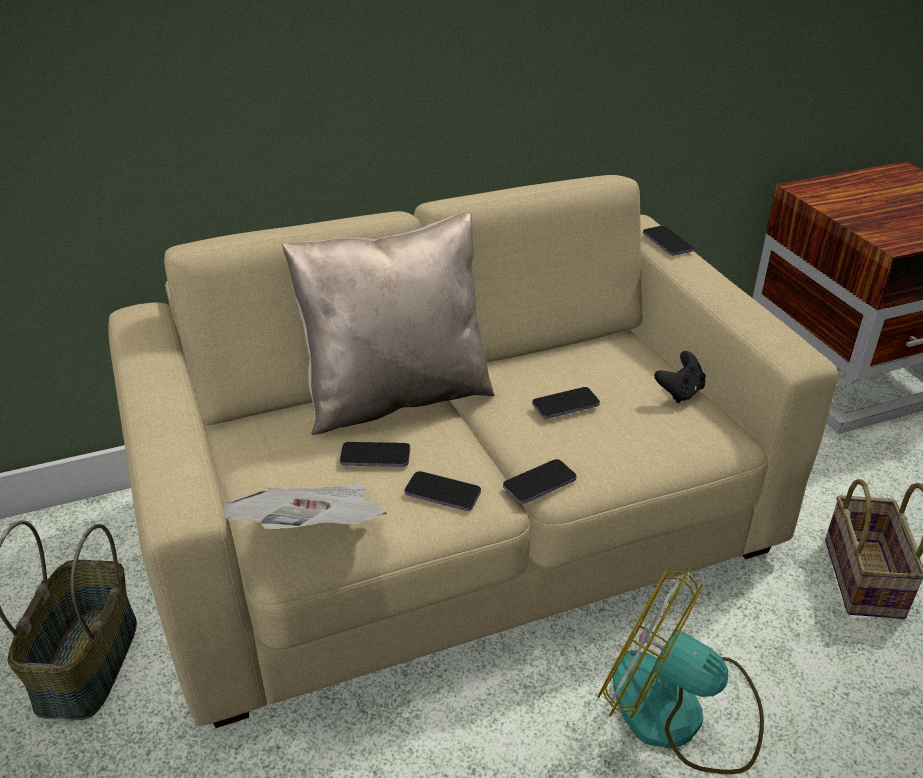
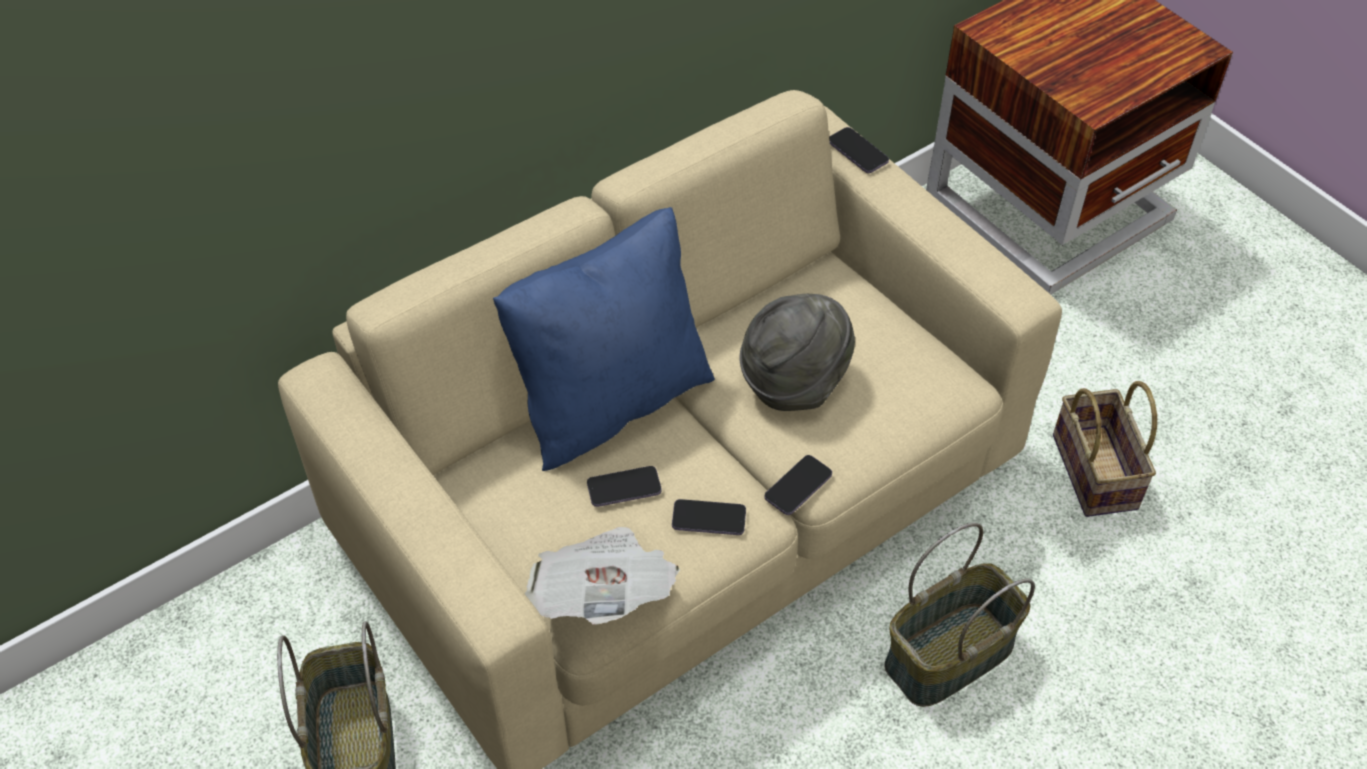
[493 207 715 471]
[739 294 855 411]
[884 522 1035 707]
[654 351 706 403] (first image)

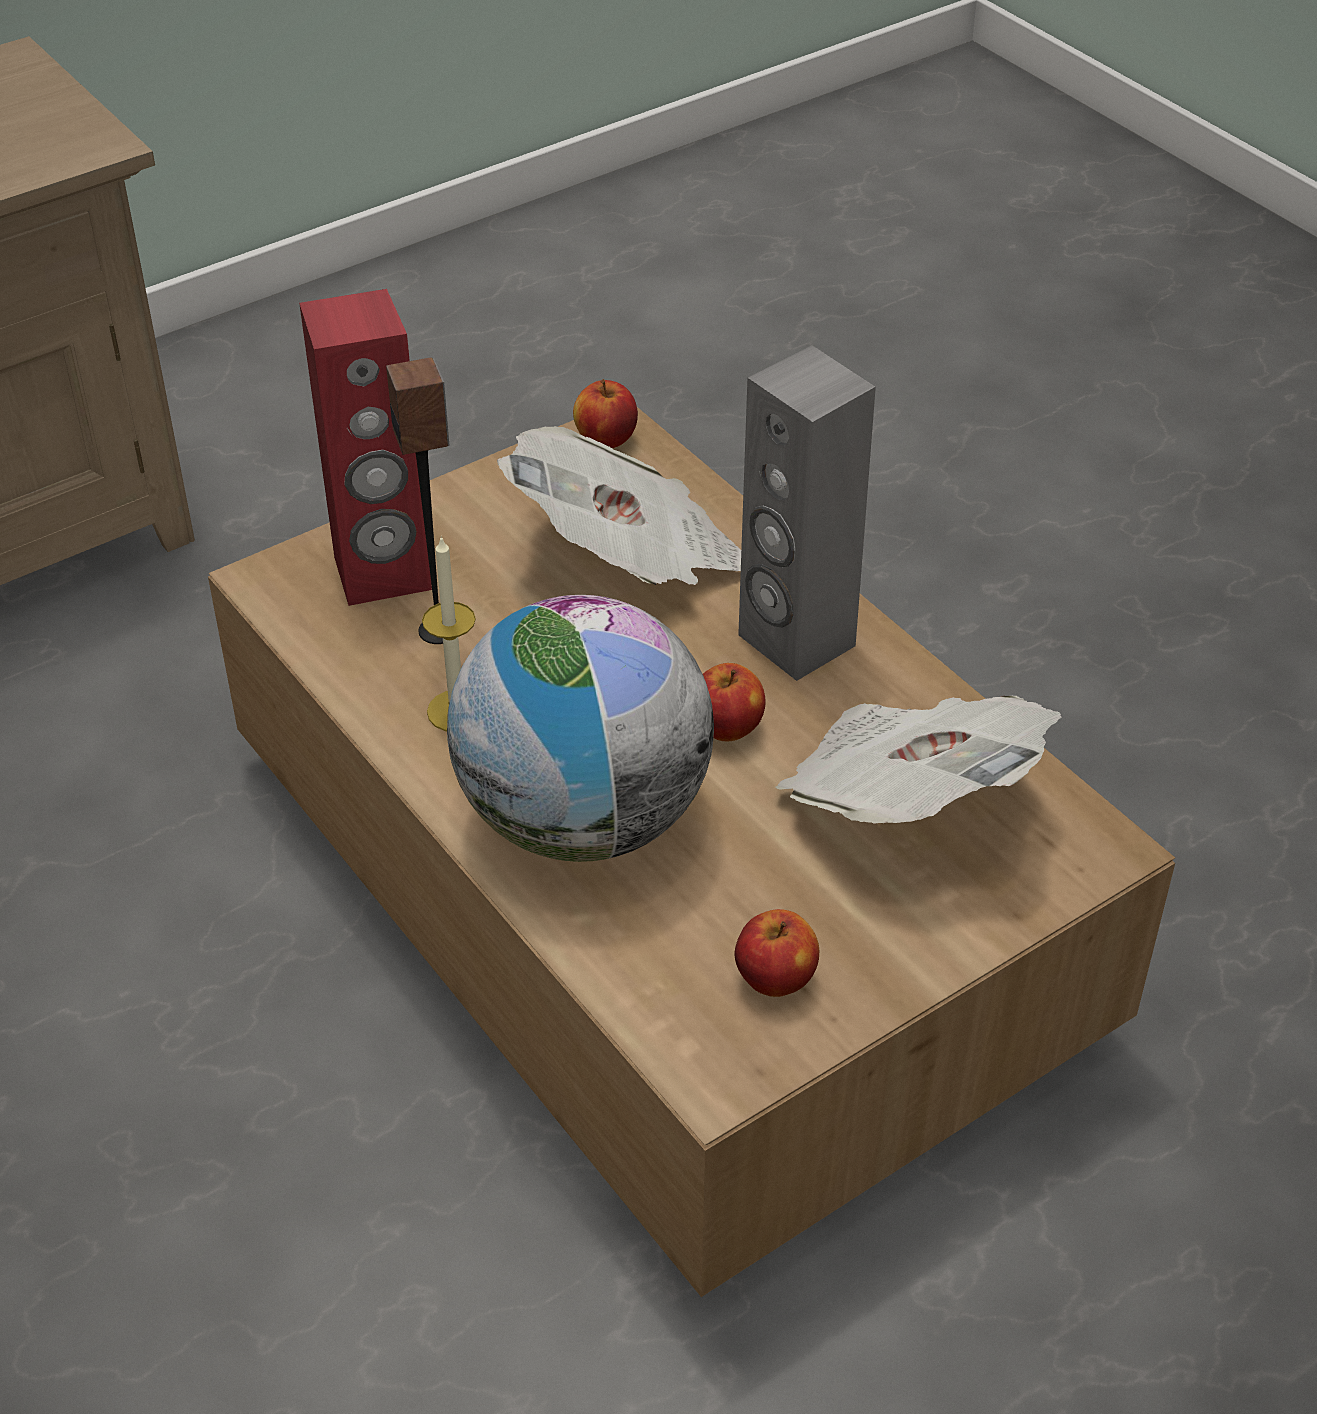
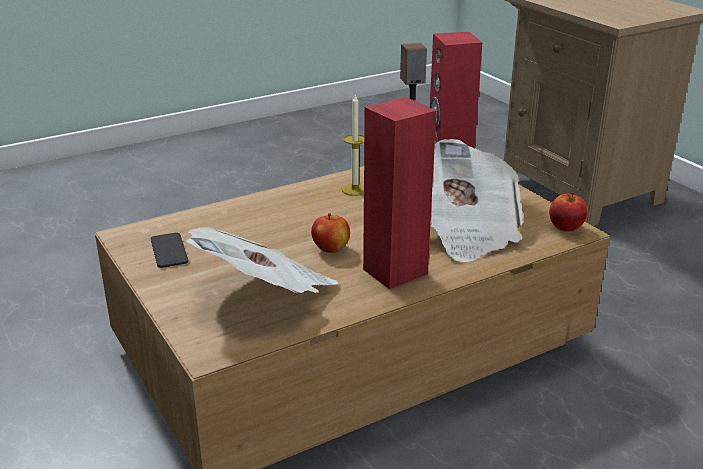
[447 595 714 862] (first image)
[151 233 188 268]
[363 97 436 289]

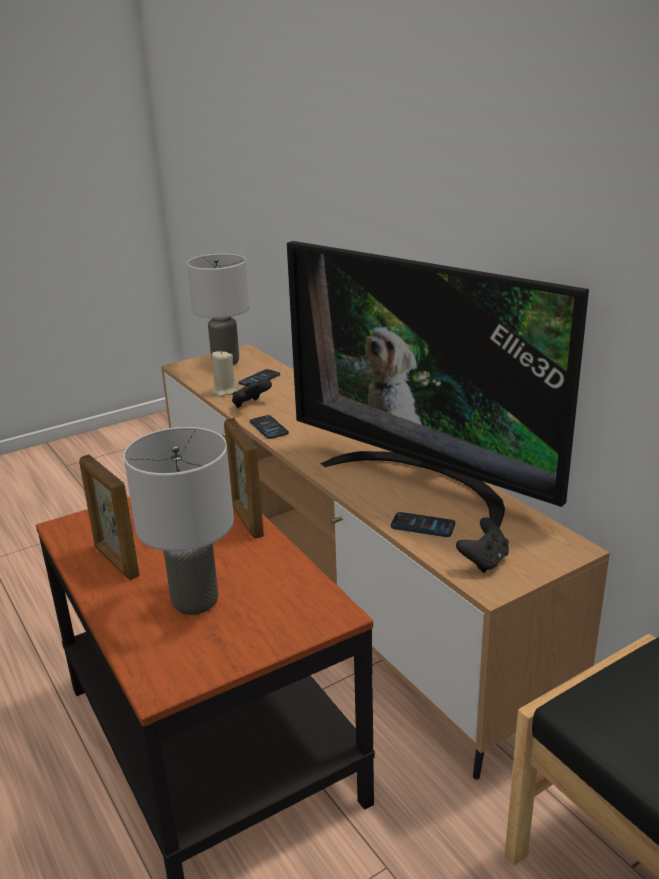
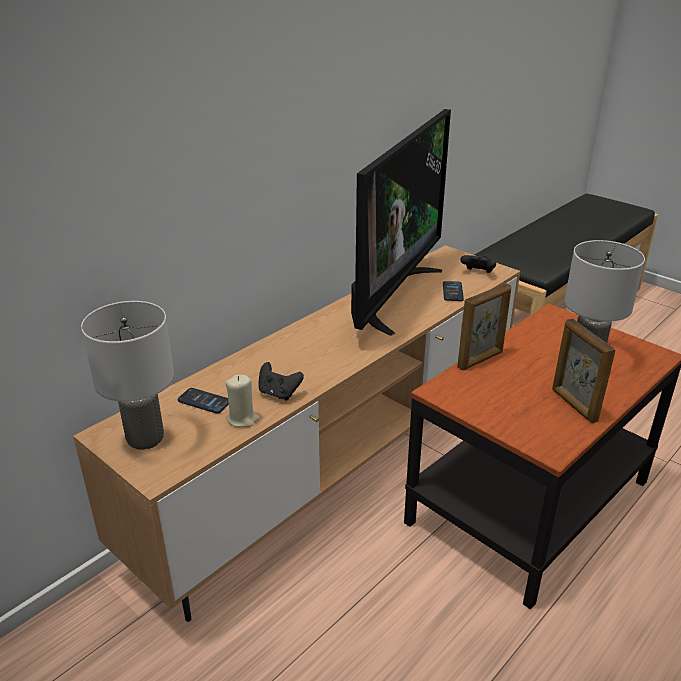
[552 319 616 423]
[250 415 289 439] (first image)

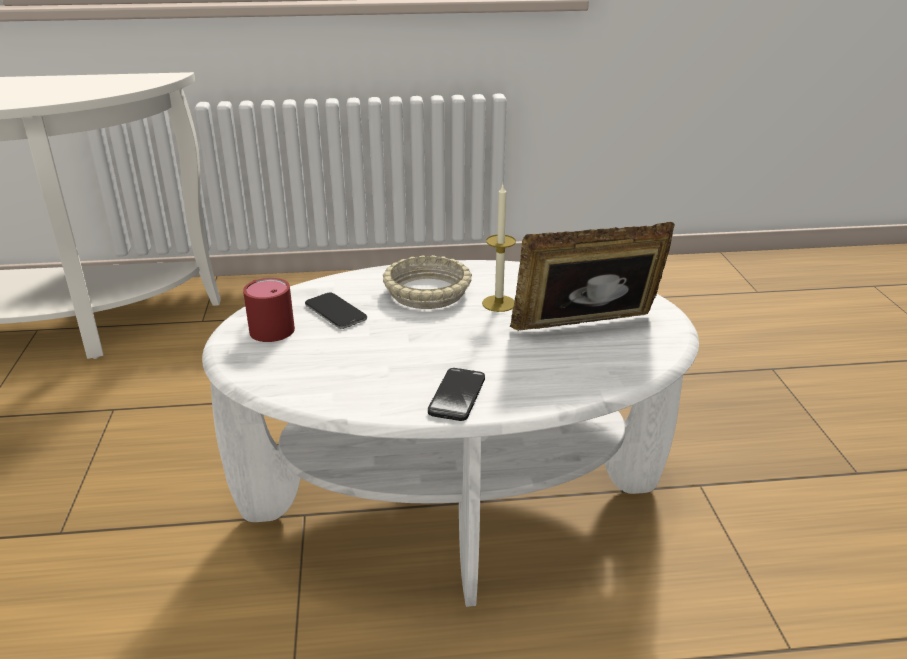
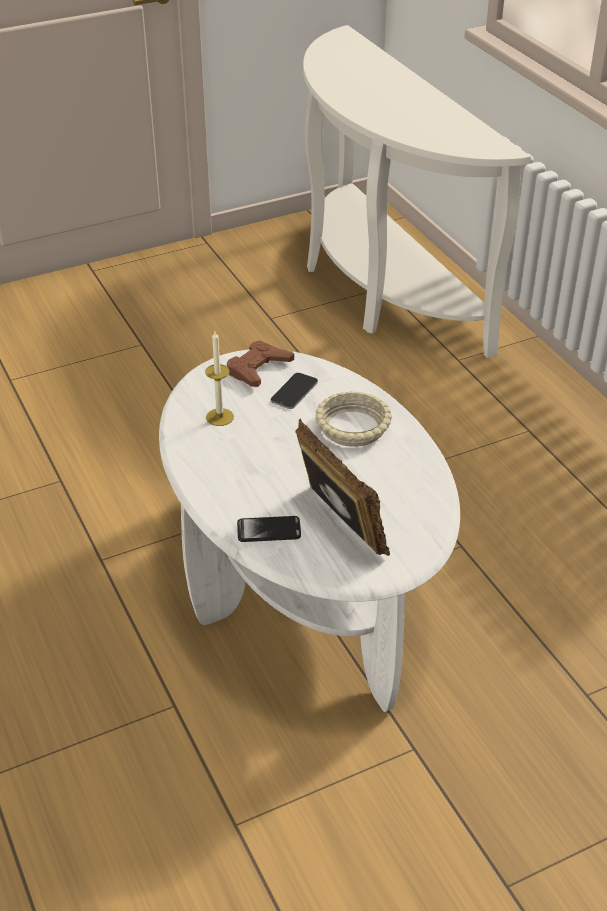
[227 340 294 387]
[237 516 301 542]
[205 331 234 426]

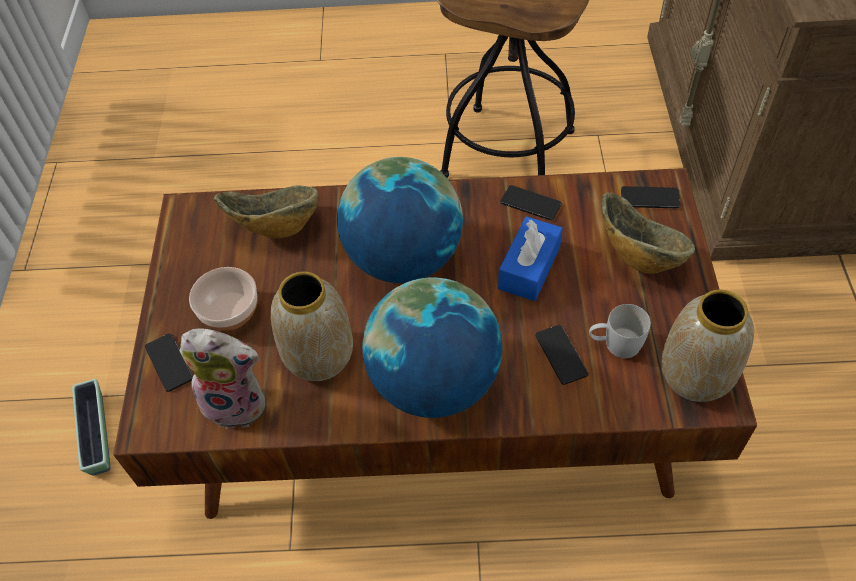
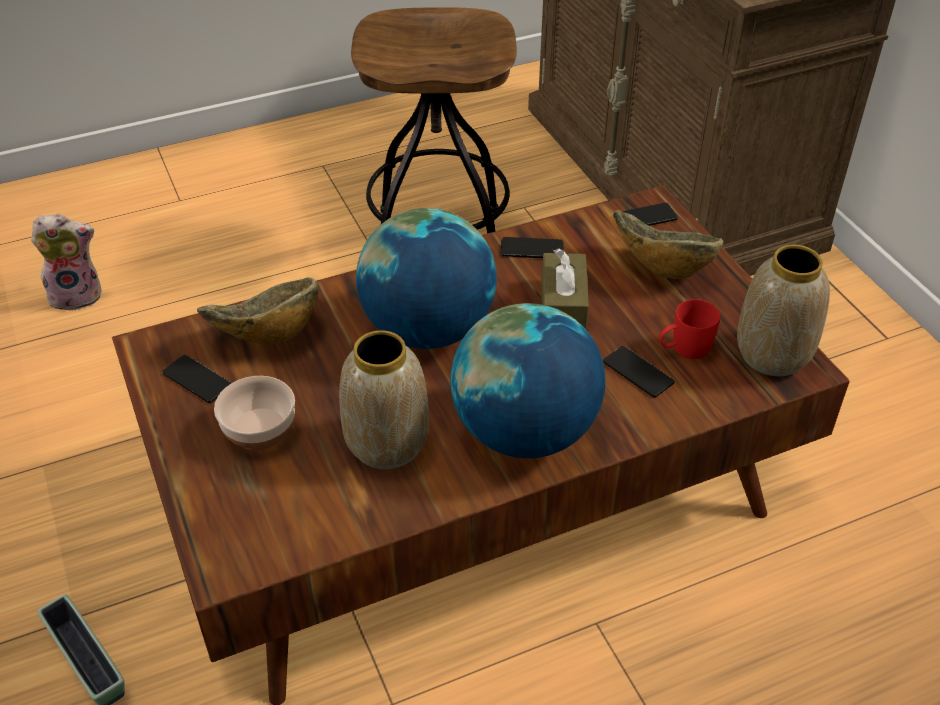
[162 355 231 403]
[31 213 102 311]
[542 248 589 329]
[659 299 720 359]

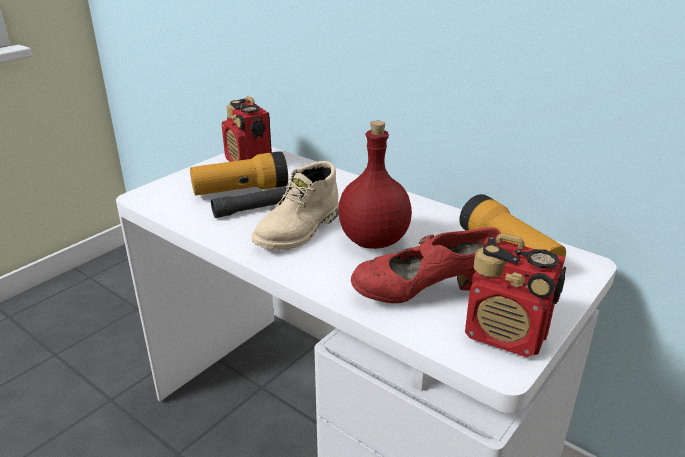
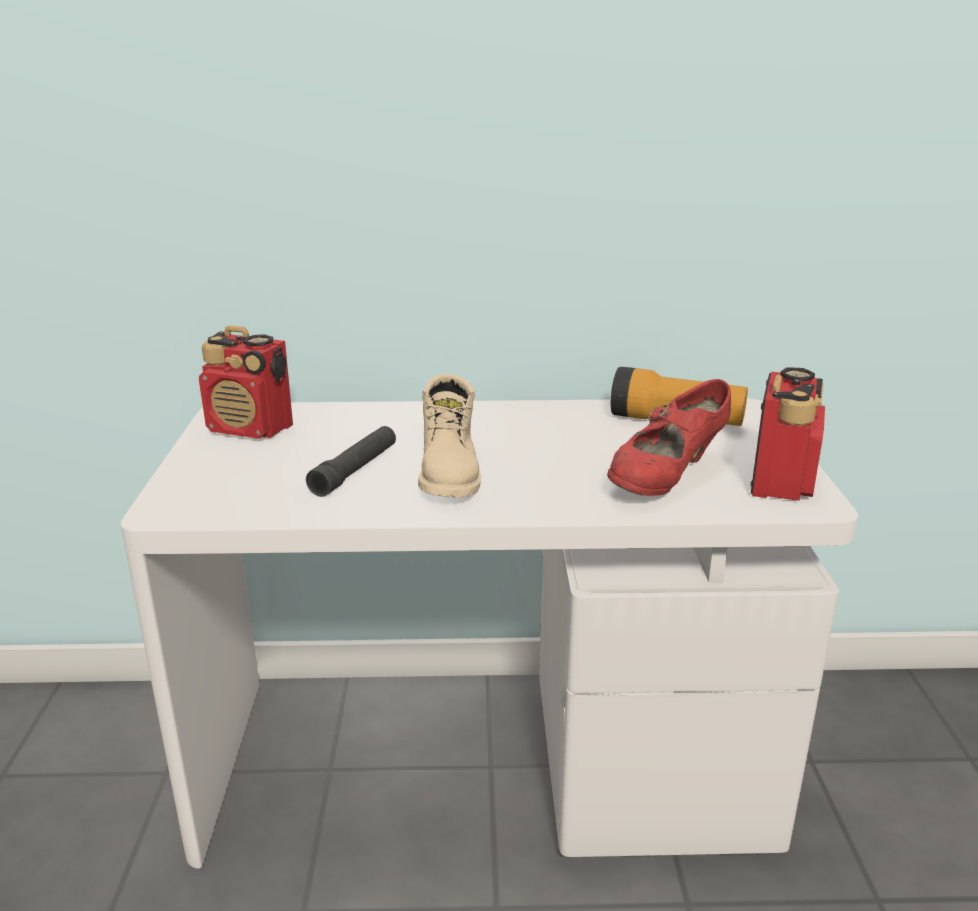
[190 151 288 195] (first image)
[338 120 412 249] (first image)
[750 367 825 501]

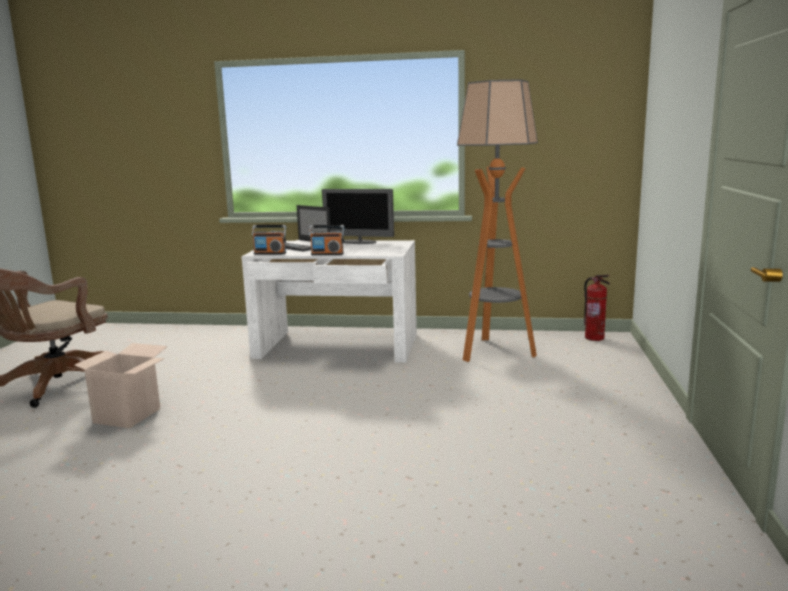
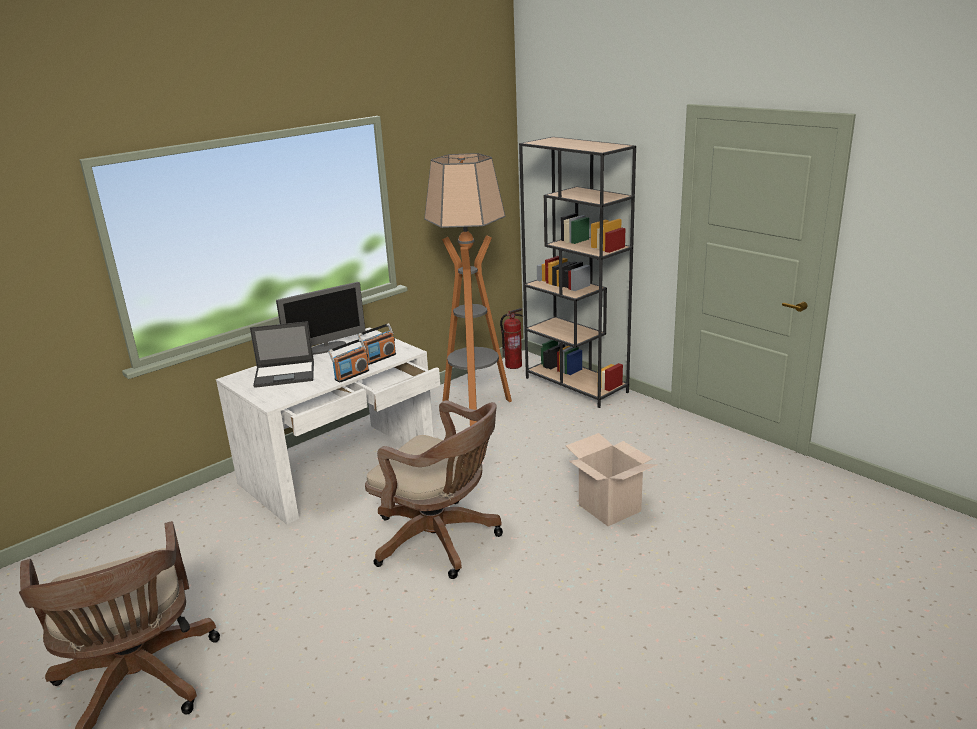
[566 433 658 526]
[358 323 396 365]
[365 400 503 579]
[519 137 636 408]

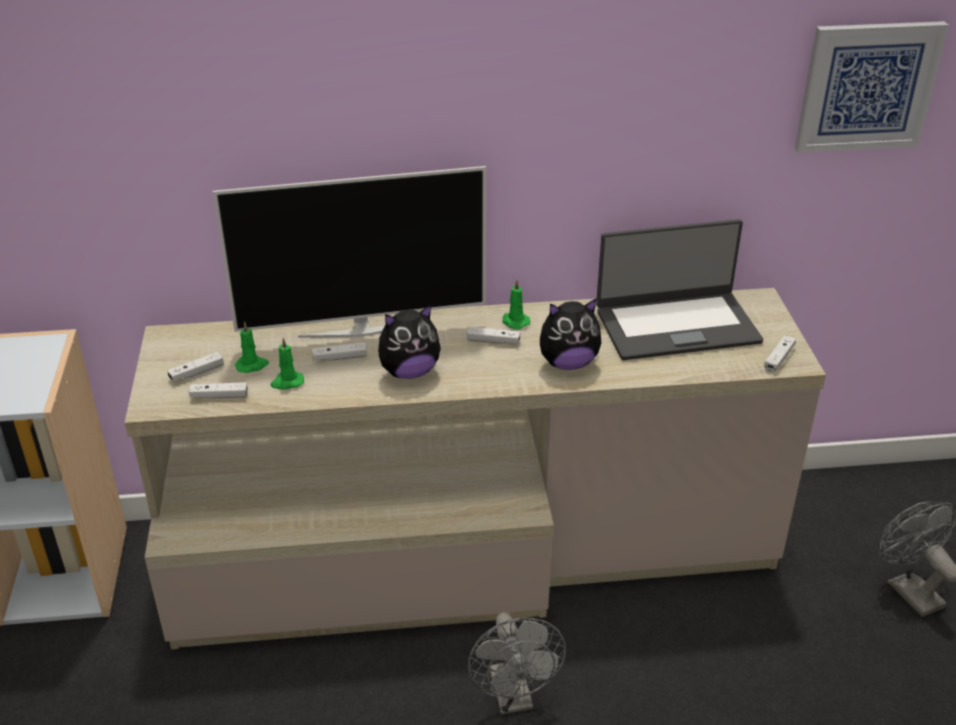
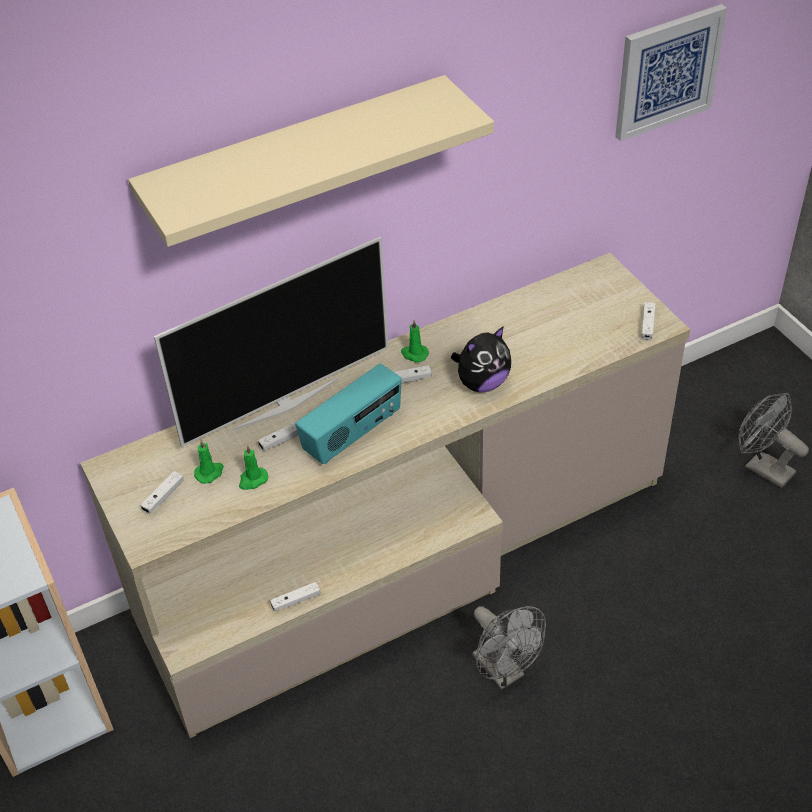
[270 582 320 612]
[296 363 402 464]
[596 219 763 360] (first image)
[128 75 494 247]

